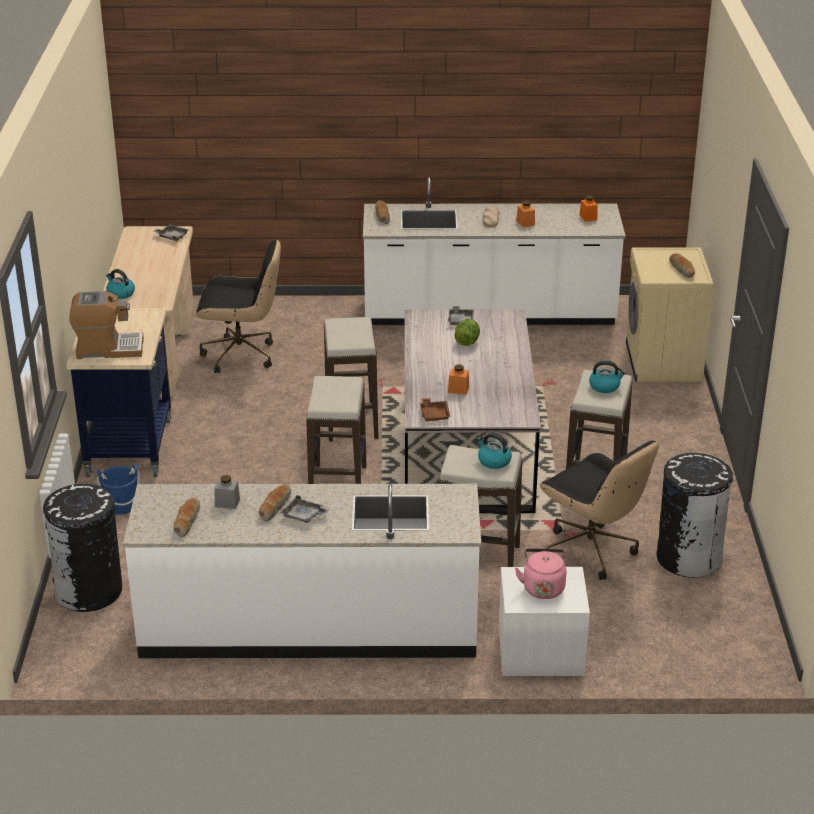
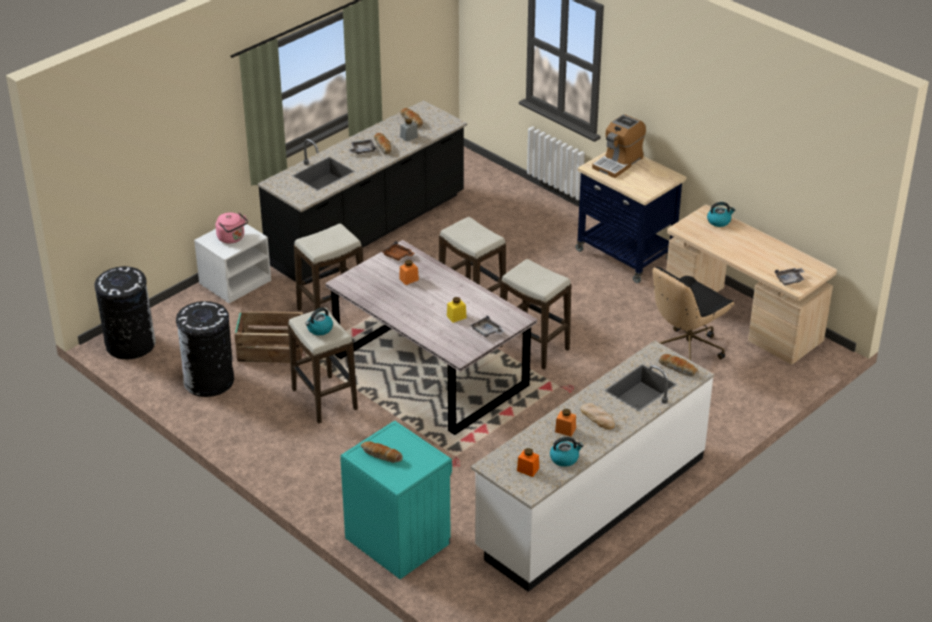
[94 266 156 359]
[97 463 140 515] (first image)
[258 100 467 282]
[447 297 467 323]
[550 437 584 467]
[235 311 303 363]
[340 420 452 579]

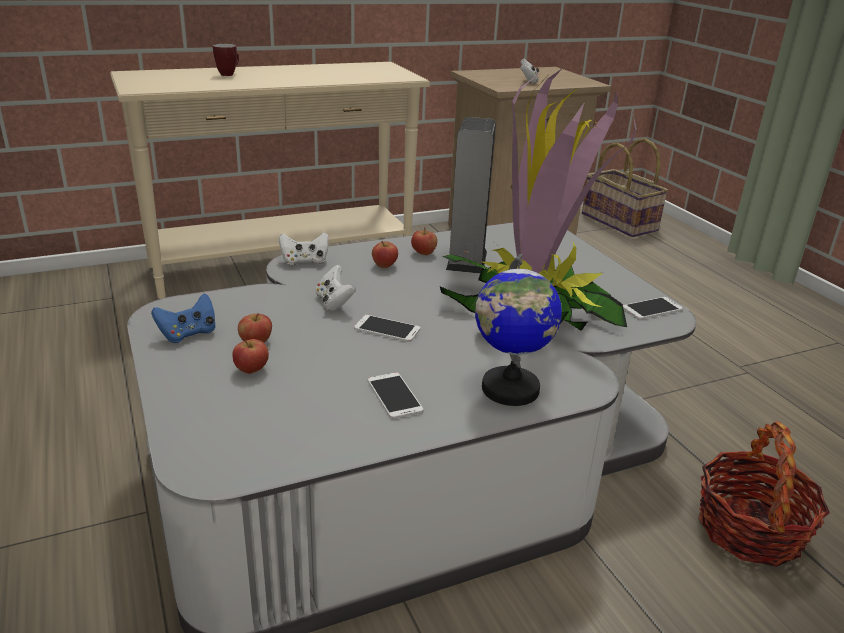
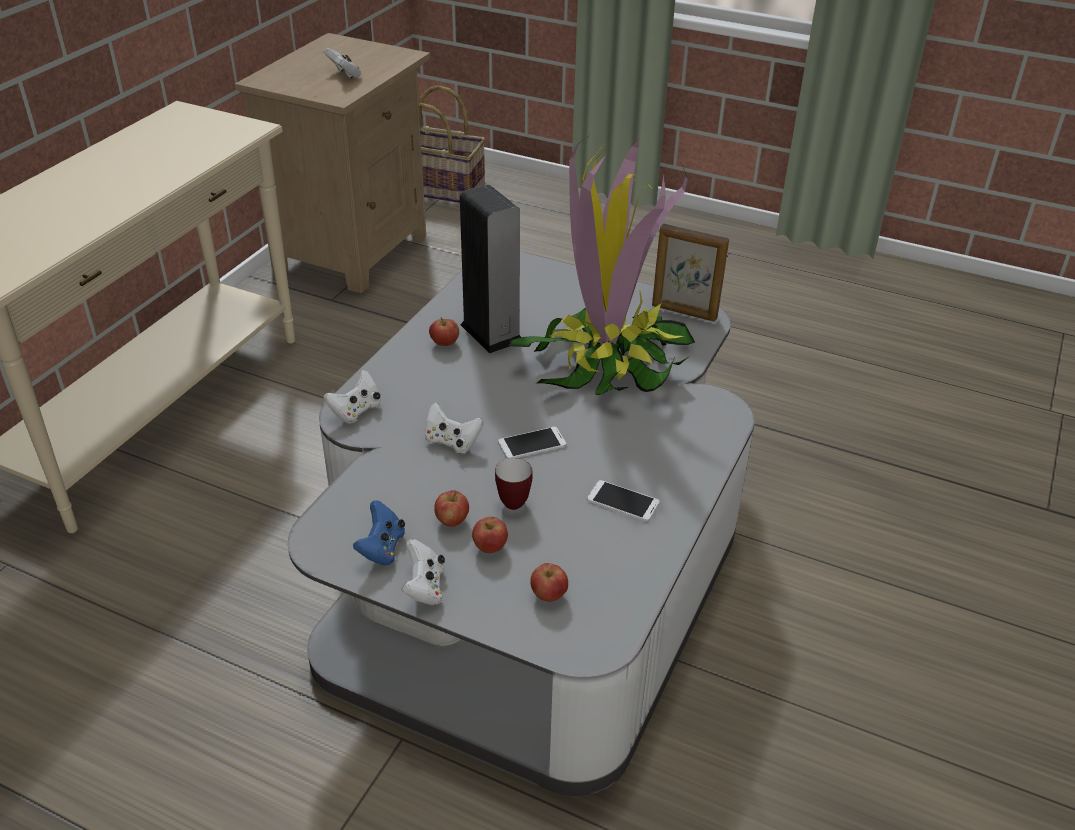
[495 458 532 510]
[530 563 568 602]
[475 254 562 406] (first image)
[652 223 729 322]
[698 421 830 567] (first image)
[401 539 445 605]

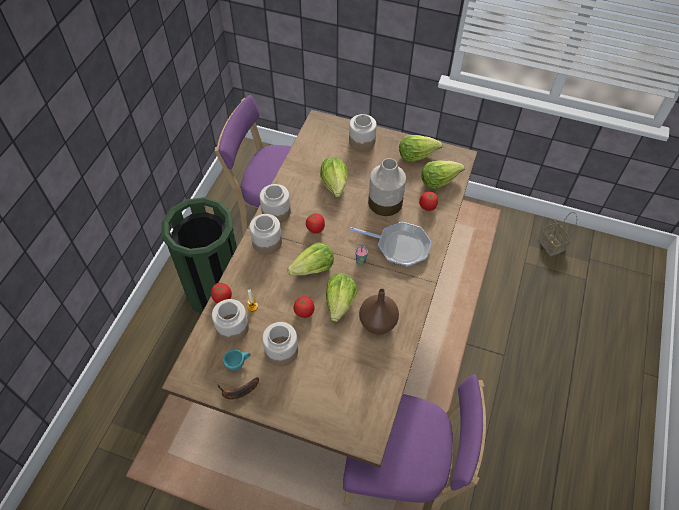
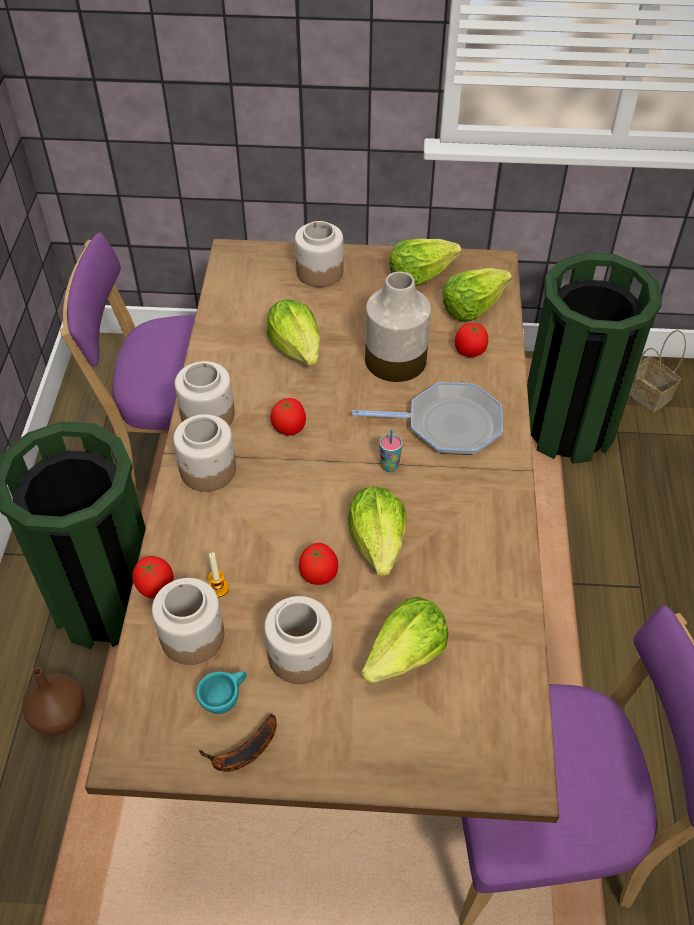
[361 597 448 684]
[22 668 85 736]
[527 252 662 464]

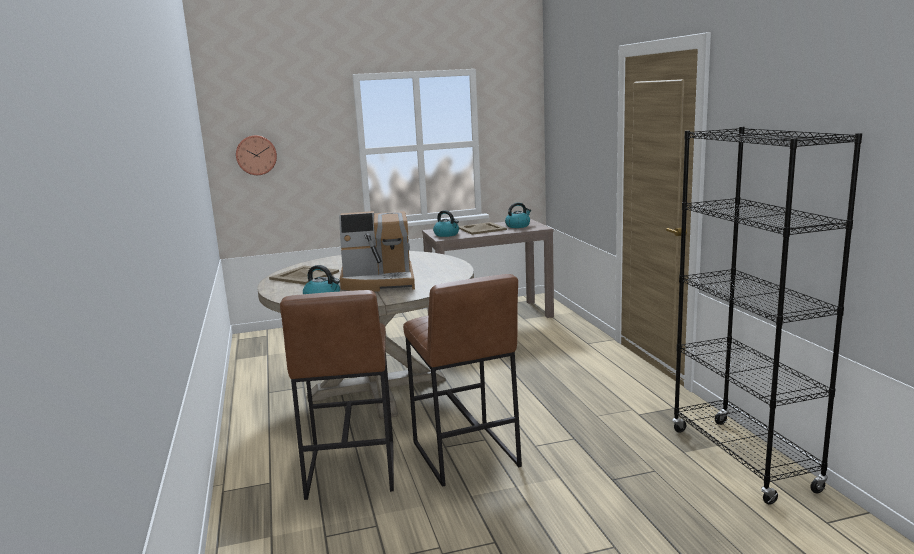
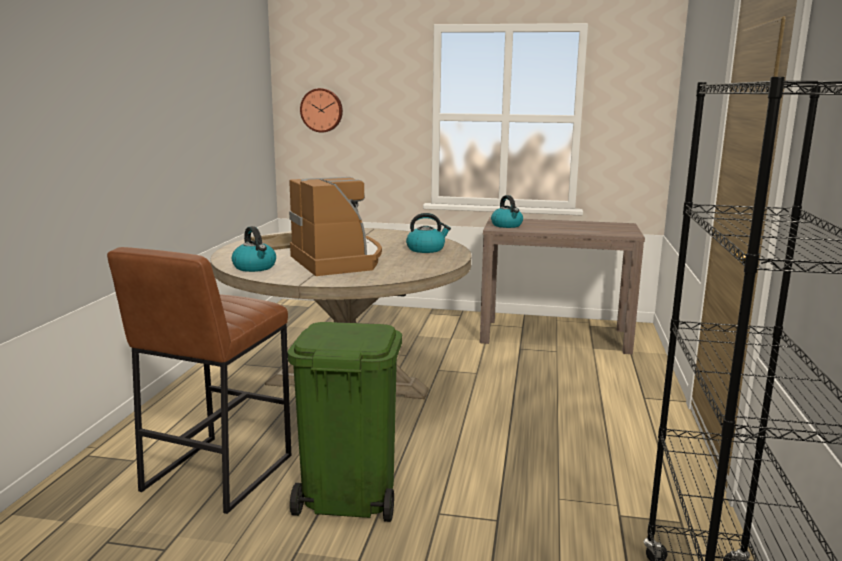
[289 177 382 276]
[288 322 402 522]
[459 222 507 235] (first image)
[406 213 451 253]

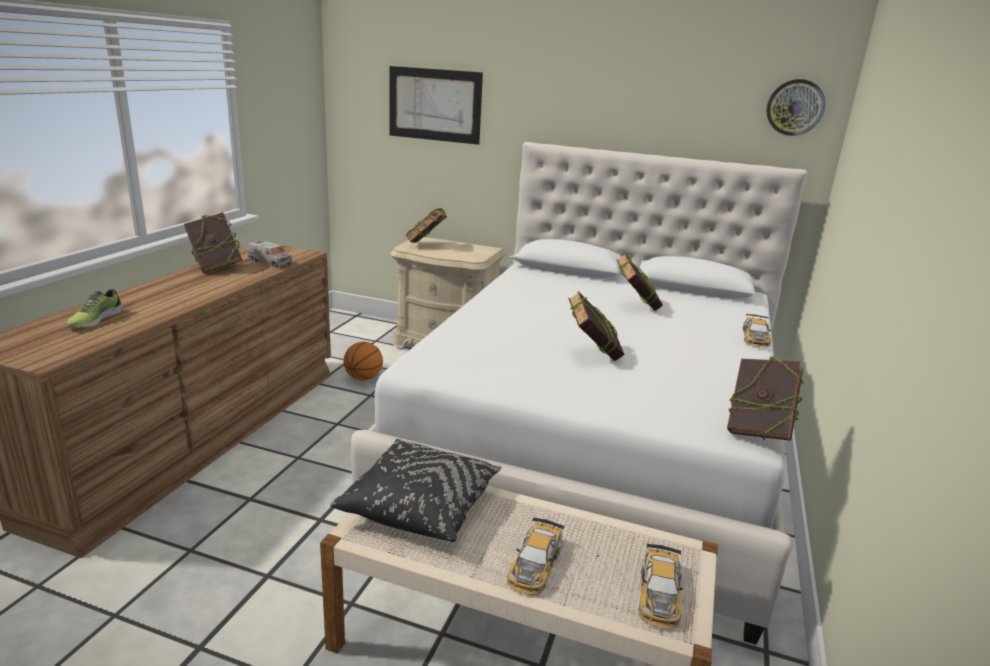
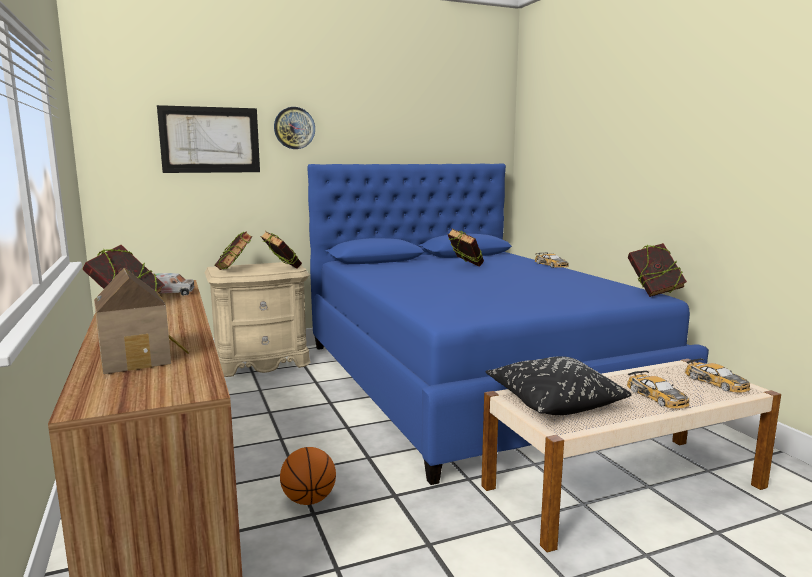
[94 268 189 374]
[280 447 336 505]
[307 164 709 485]
[260 231 302 269]
[274 107 315 149]

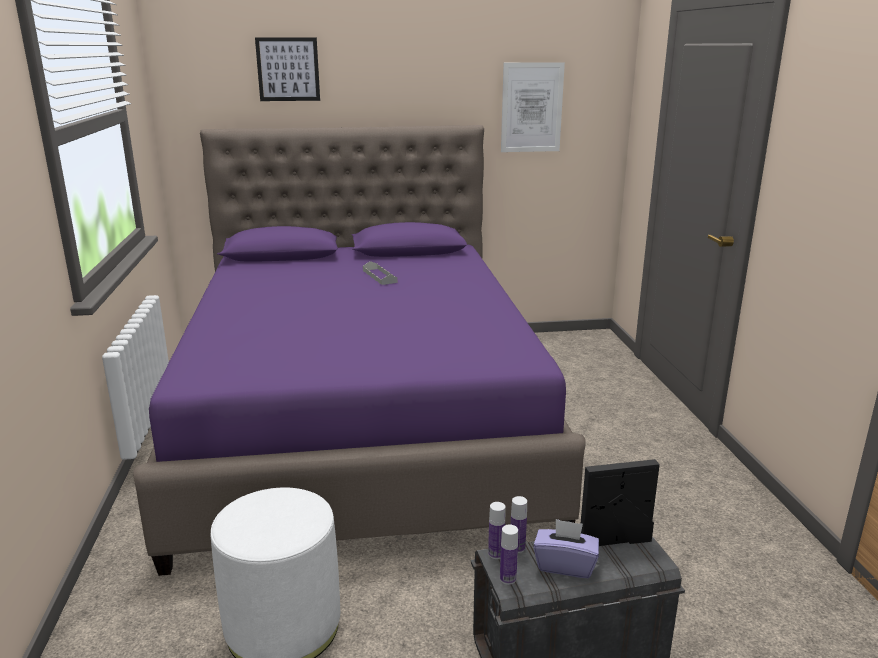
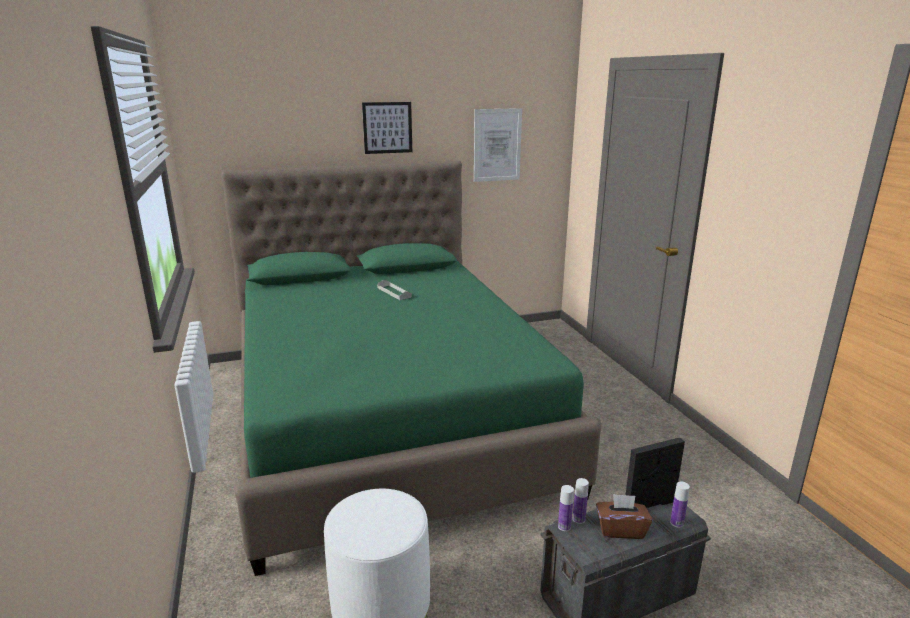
[221 161 602 576]
[362 102 412 154]
[670 482 690 528]
[596 494 652 539]

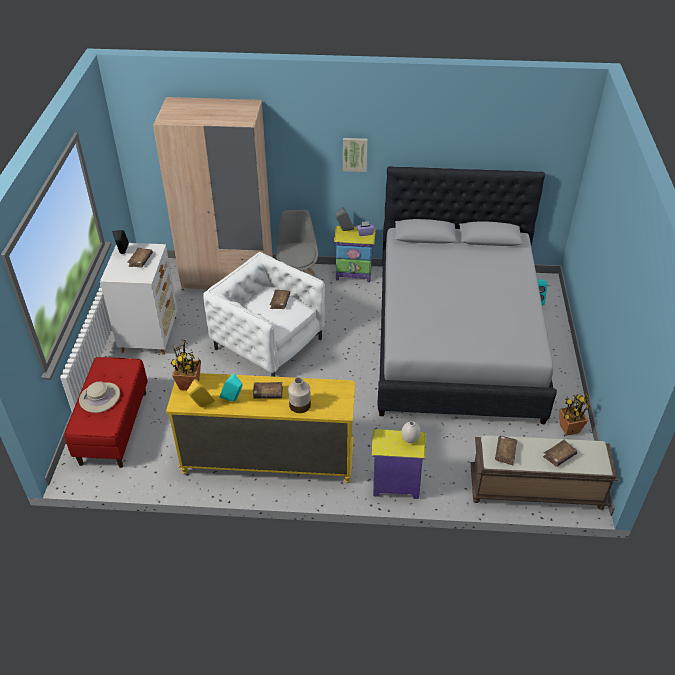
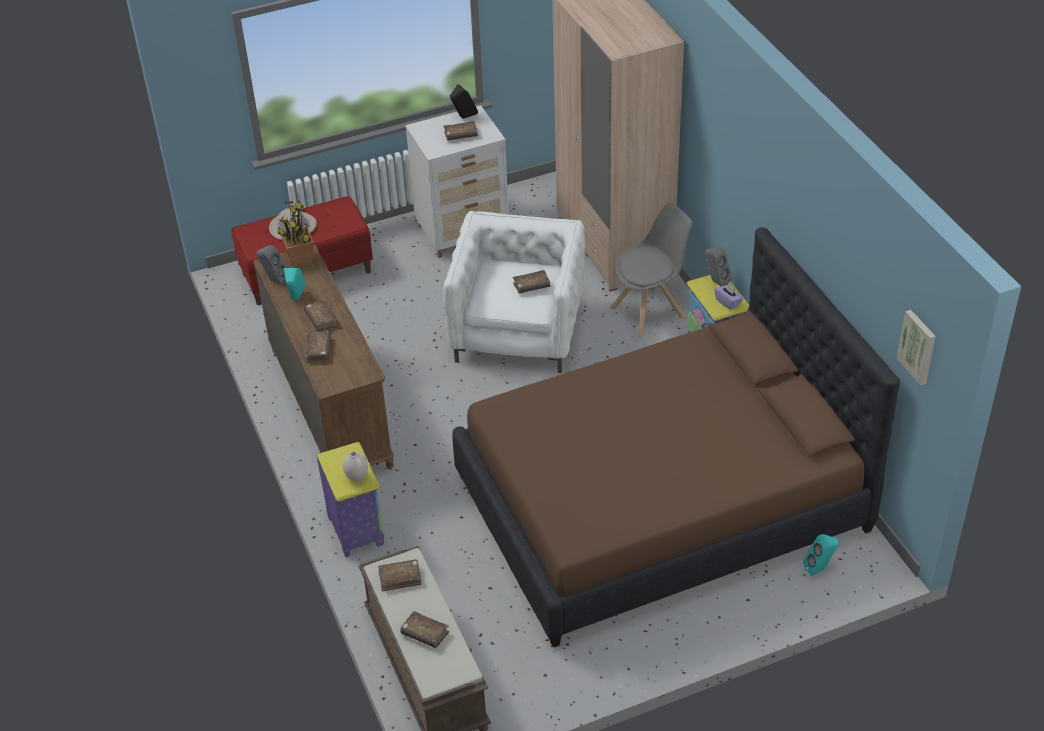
[253 245 394 470]
[257 245 287 286]
[304 330 331 363]
[897 310 936 385]
[452 227 900 648]
[559 393 590 436] (first image)

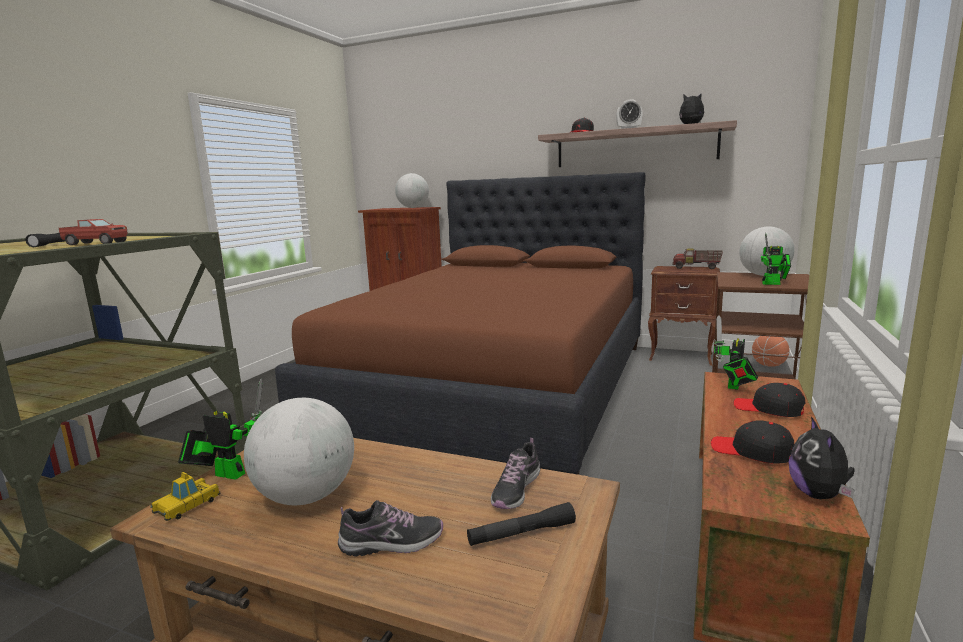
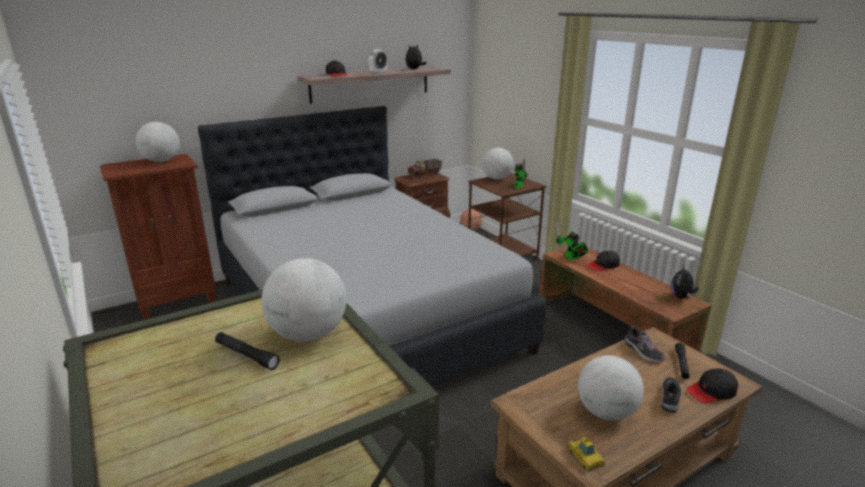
[261 258 346 342]
[178 379 263 480] (first image)
[198 106 546 387]
[686 369 738 404]
[671 265 699 299]

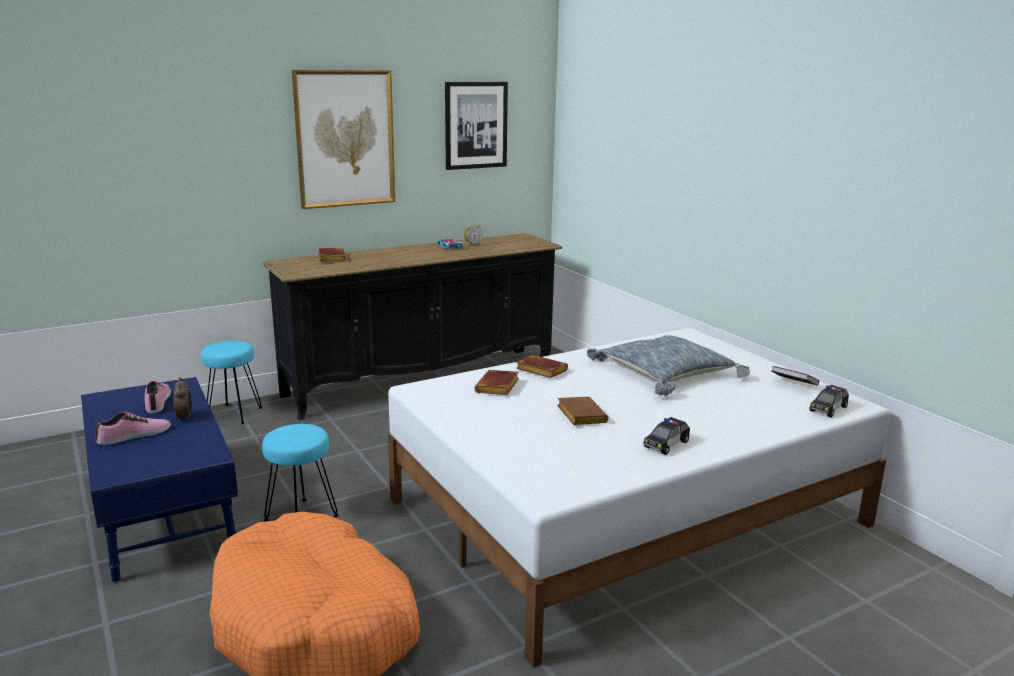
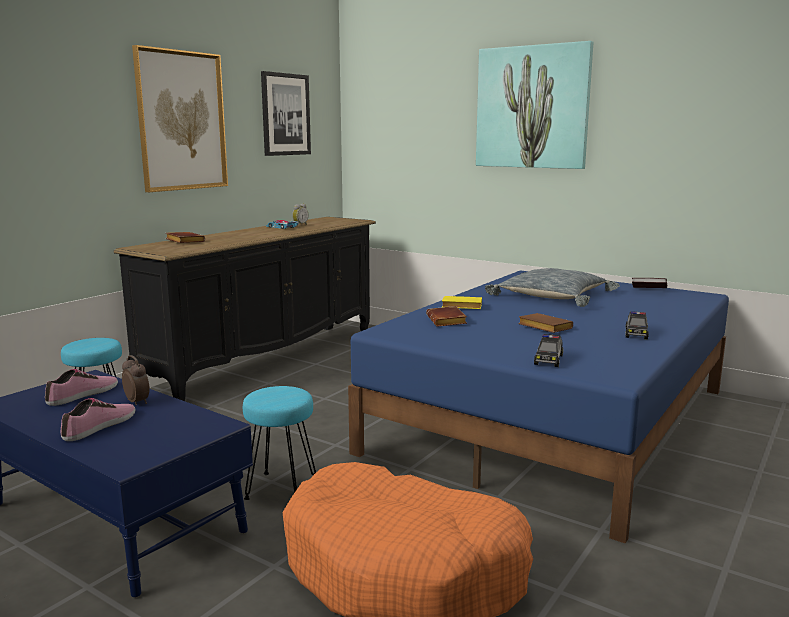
[45 369 118 406]
[348 270 729 544]
[442 296 482 309]
[534 334 563 367]
[476 41 593 169]

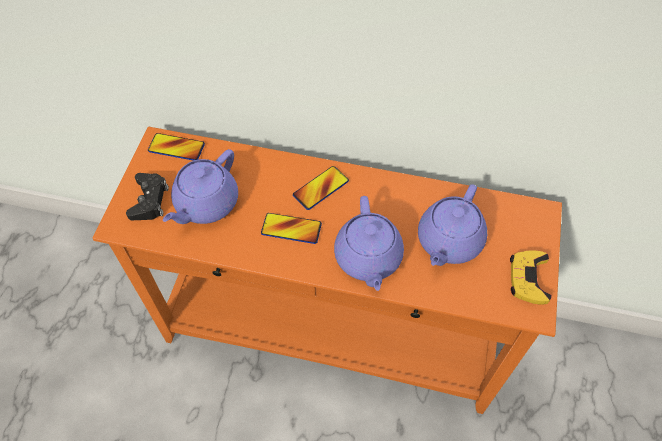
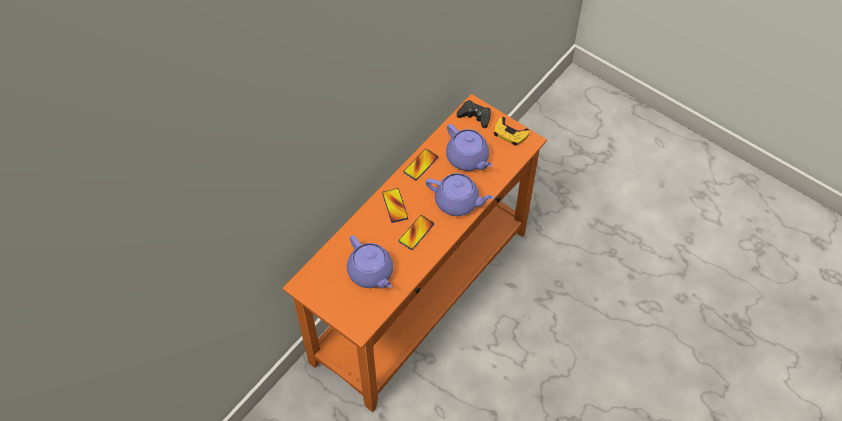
[457 100 491 128]
[404 149 438 180]

